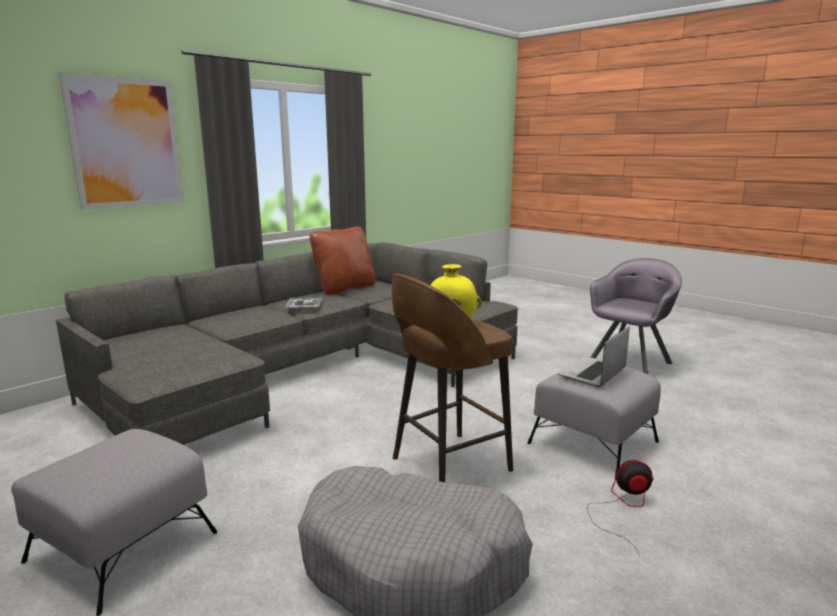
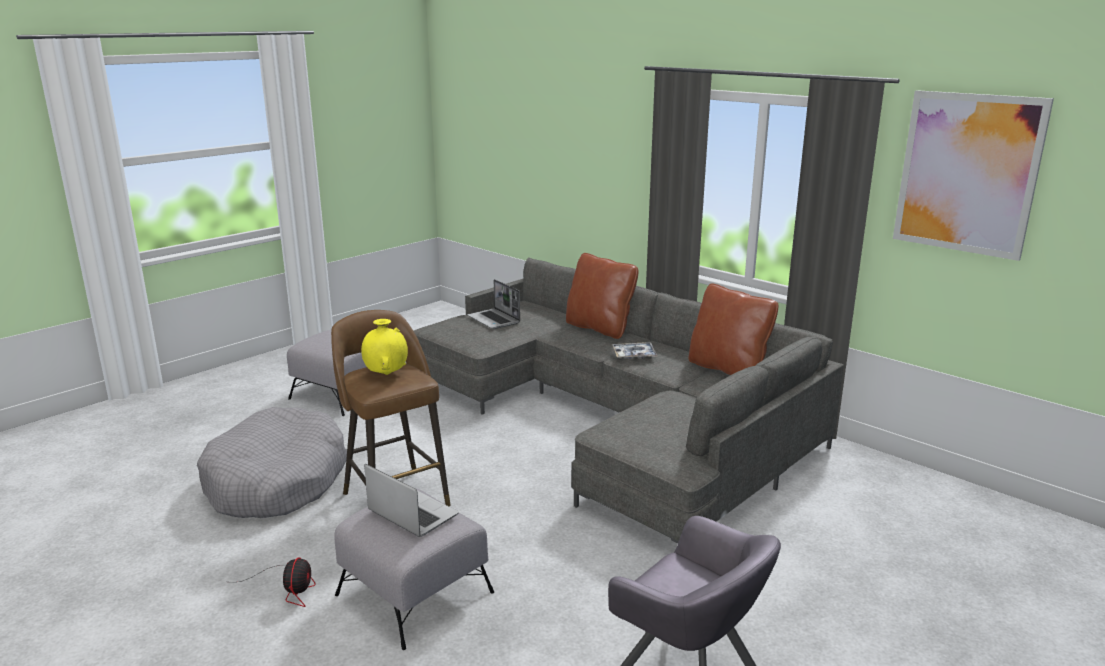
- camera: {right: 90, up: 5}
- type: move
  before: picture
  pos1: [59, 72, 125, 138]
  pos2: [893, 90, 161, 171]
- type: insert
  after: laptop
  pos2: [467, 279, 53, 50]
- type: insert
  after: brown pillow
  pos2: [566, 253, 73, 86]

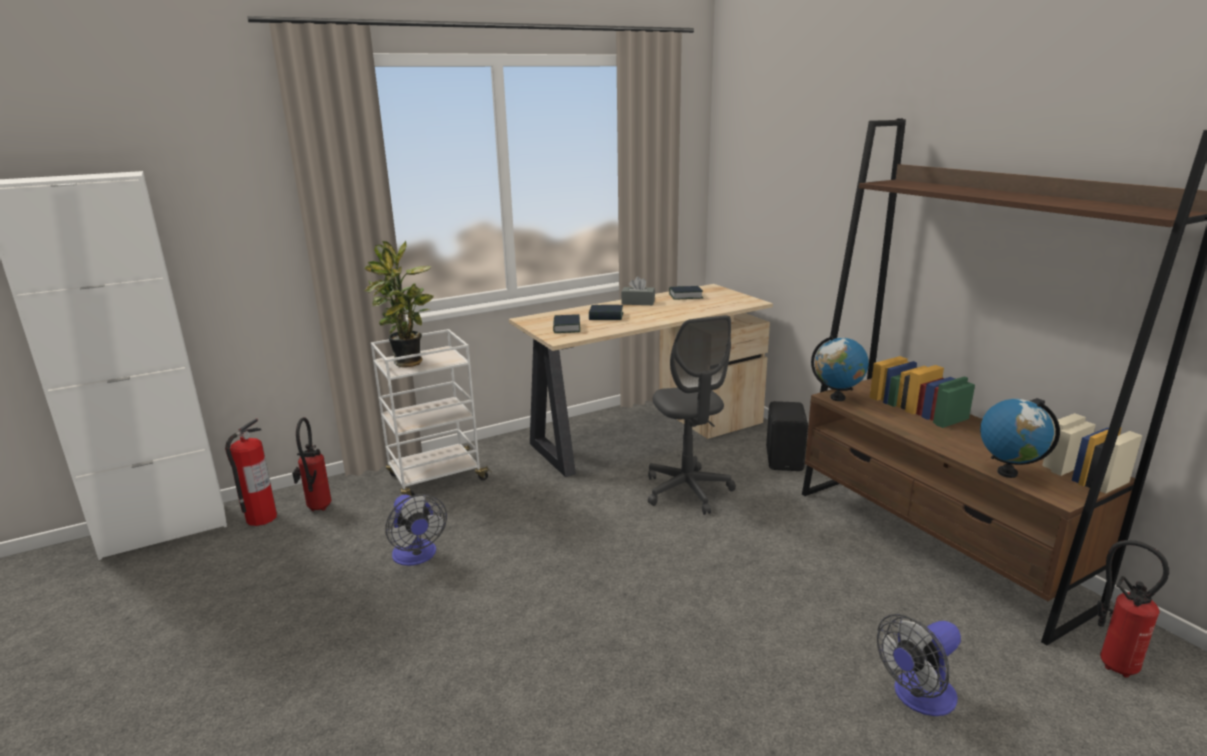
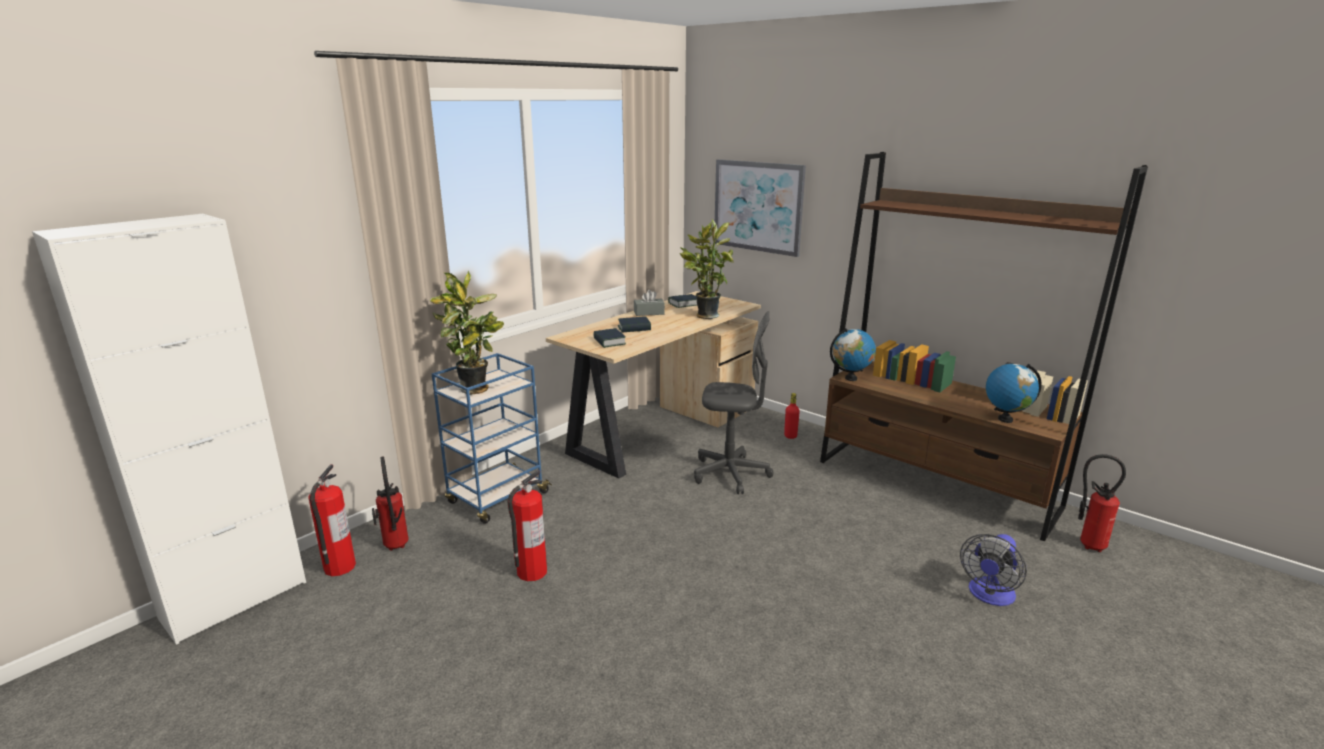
- camera: {right: -20, up: 0}
- type: recolor
  before: white cart
  after: blue cart
  pos1: [371, 329, 121, 167]
  pos2: [432, 353, 120, 171]
- type: replace
  before: fan
  after: fire extinguisher
  pos1: [385, 494, 62, 72]
  pos2: [507, 470, 40, 111]
- type: rotate
  before: grey office chair
  pos1: [648, 315, 88, 200]
  pos2: [694, 311, 79, 183]
  turn: -45
- type: replace
  before: black speaker
  after: red bottle
  pos1: [766, 401, 42, 70]
  pos2: [784, 393, 16, 46]
- type: insert
  after: potted plant
  pos2: [680, 220, 53, 99]
- type: insert
  after: picture
  pos2: [715, 159, 91, 98]

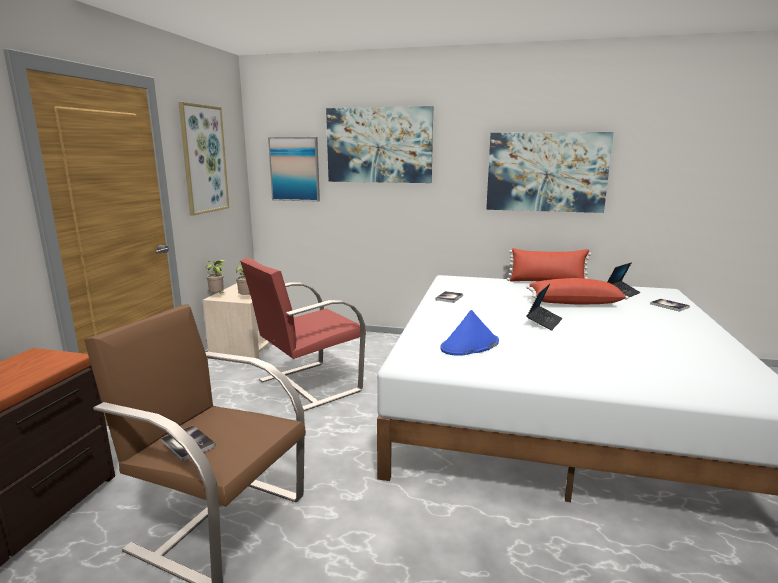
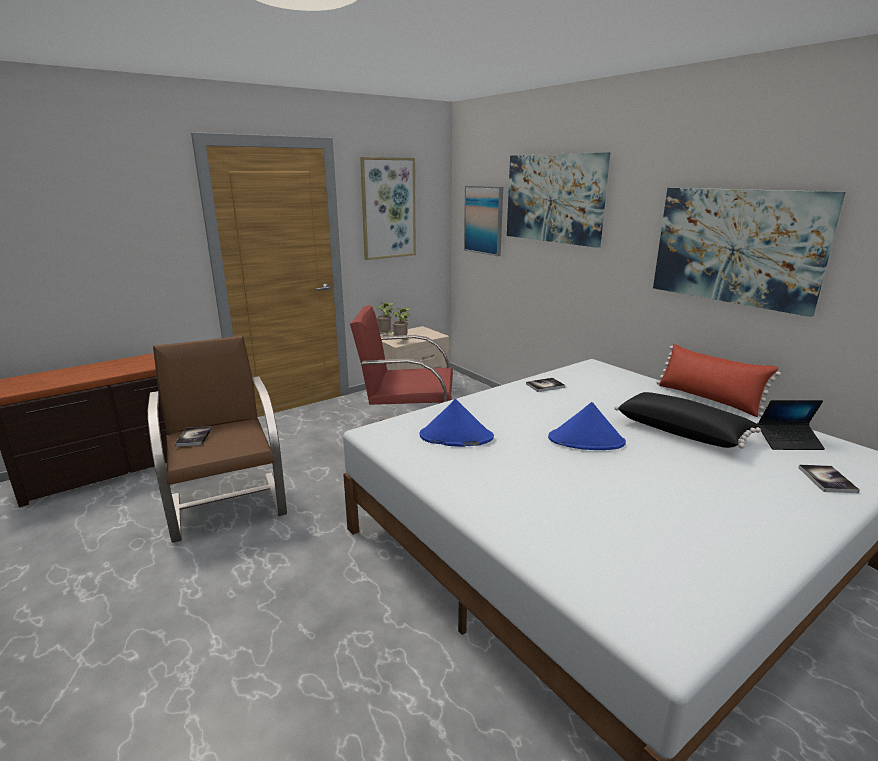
- camera: {right: 40, up: 5}
- type: recolor
  before: red pillow
  after: black pillow
  pos1: [526, 278, 103, 26]
  pos2: [615, 392, 146, 57]
- type: replace
  before: laptop
  after: blue hat
  pos1: [526, 284, 36, 47]
  pos2: [548, 402, 78, 48]

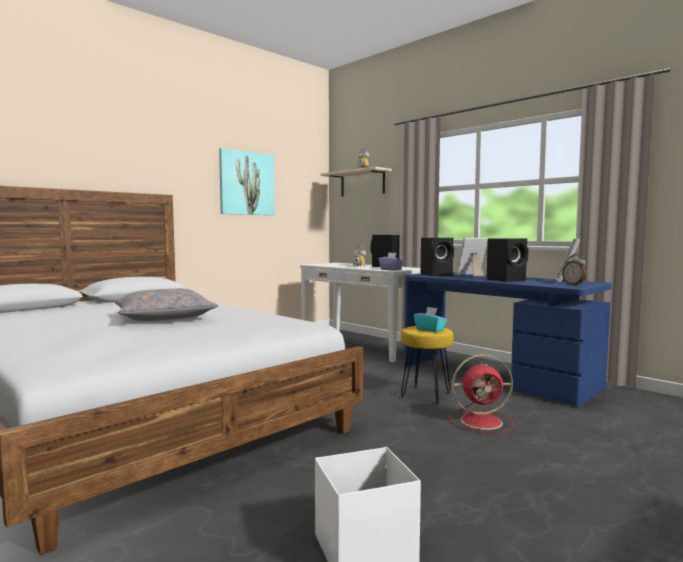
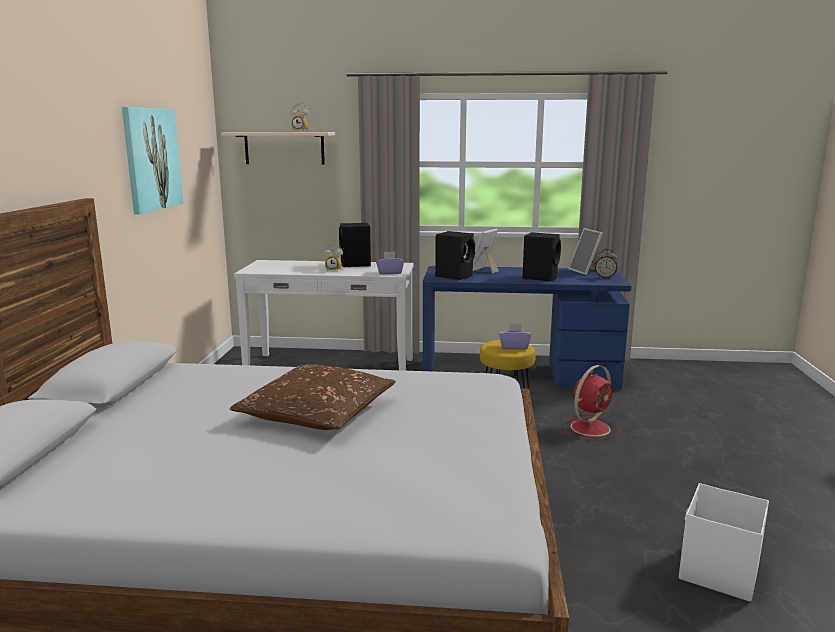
- camera: {right: -40, up: 10}
- type: recolor
  before: grey pillow
  after: brown pillow
  pos1: [114, 289, 104, 32]
  pos2: [230, 364, 165, 66]
- type: recolor
  before: turquoise tissue box
  after: purple tissue box
  pos1: [414, 307, 33, 25]
  pos2: [498, 323, 33, 27]

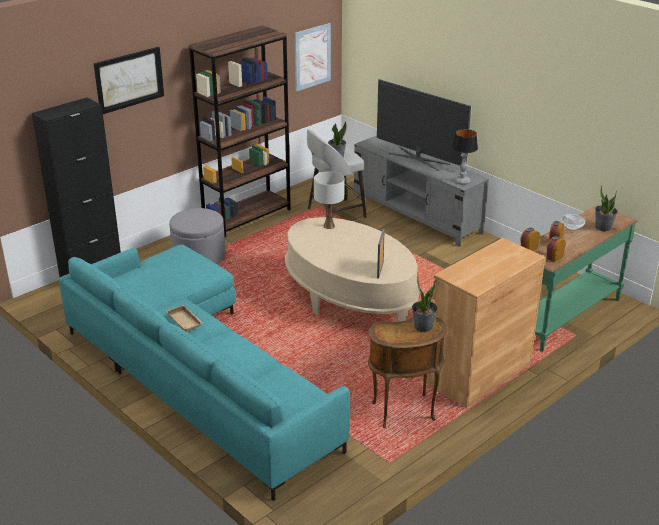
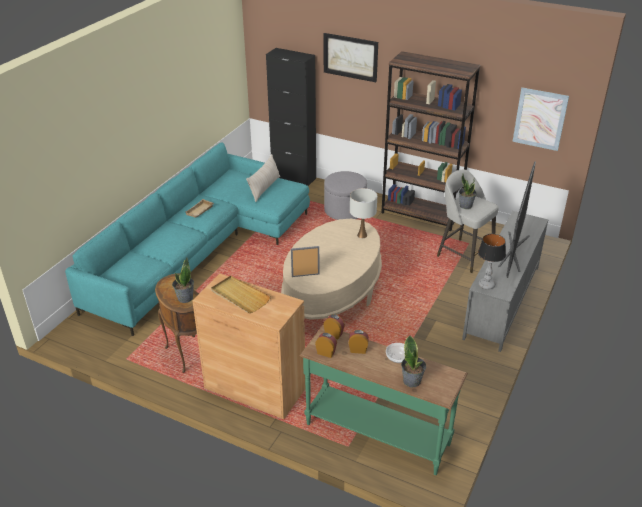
- camera: {right: 70, up: 5}
- type: insert
  after: beige tray
  pos2: [211, 276, 60, 37]
- type: insert
  after: beige pillow
  pos2: [246, 154, 34, 48]

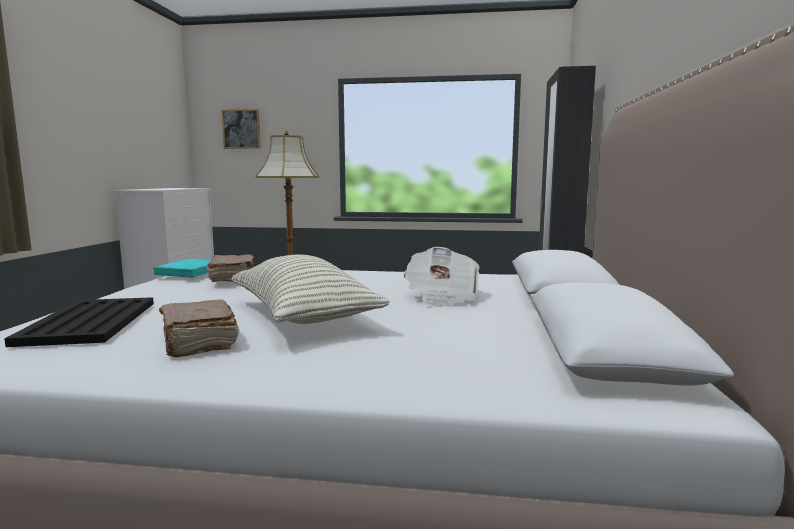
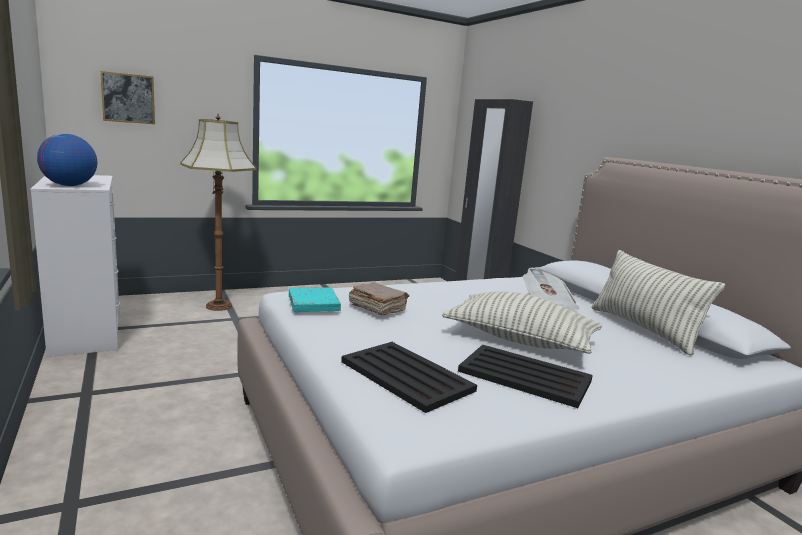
- camera: {right: -35, up: 5}
- type: replace
  before: brown book
  after: black tray
  pos1: [159, 299, 80, 58]
  pos2: [458, 345, 135, 63]
- type: insert
  after: globe
  pos2: [37, 134, 60, 52]
- type: insert
  after: pillow
  pos2: [592, 250, 133, 106]

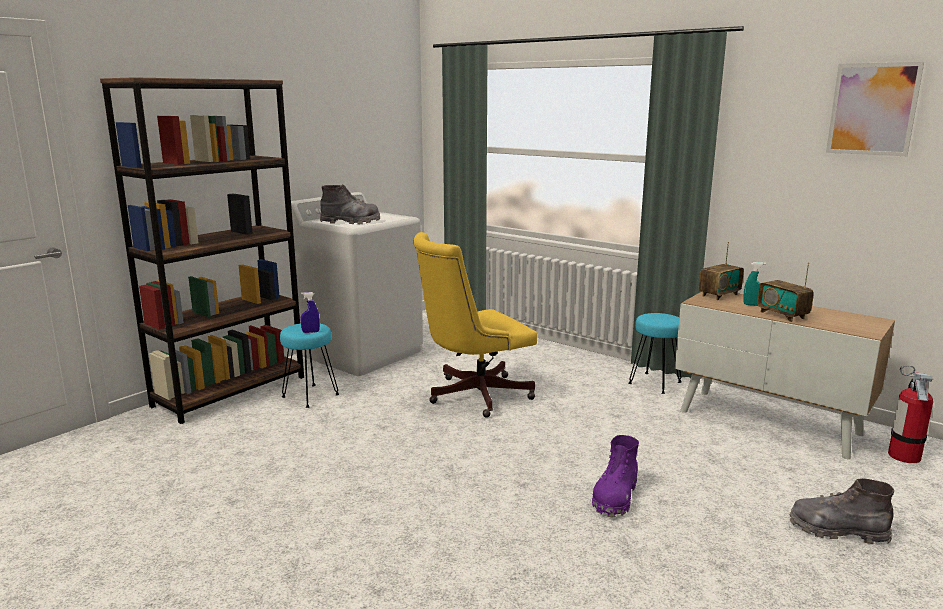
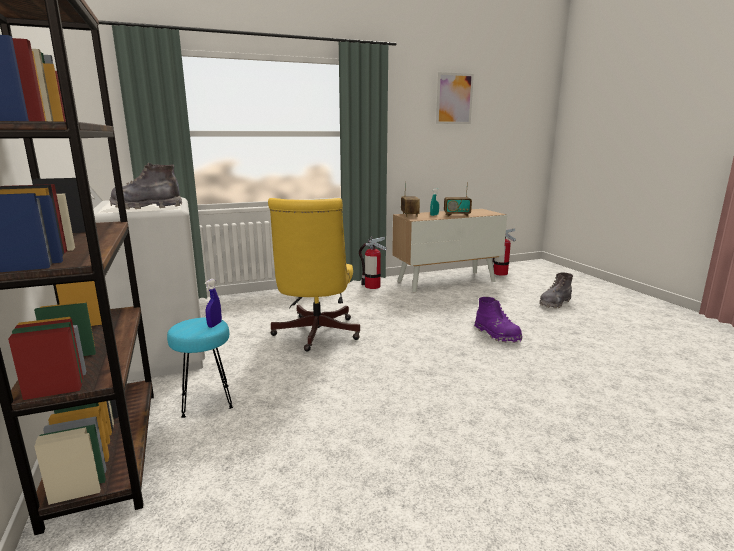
- camera: {right: -60, up: 0}
- type: rotate
  before: grey boot
  pos1: [320, 184, 60, 41]
  pos2: [109, 163, 73, 46]
  turn: -120
- type: replace
  before: turquoise stool
  after: fire extinguisher
  pos1: [629, 313, 52, 81]
  pos2: [359, 236, 28, 53]

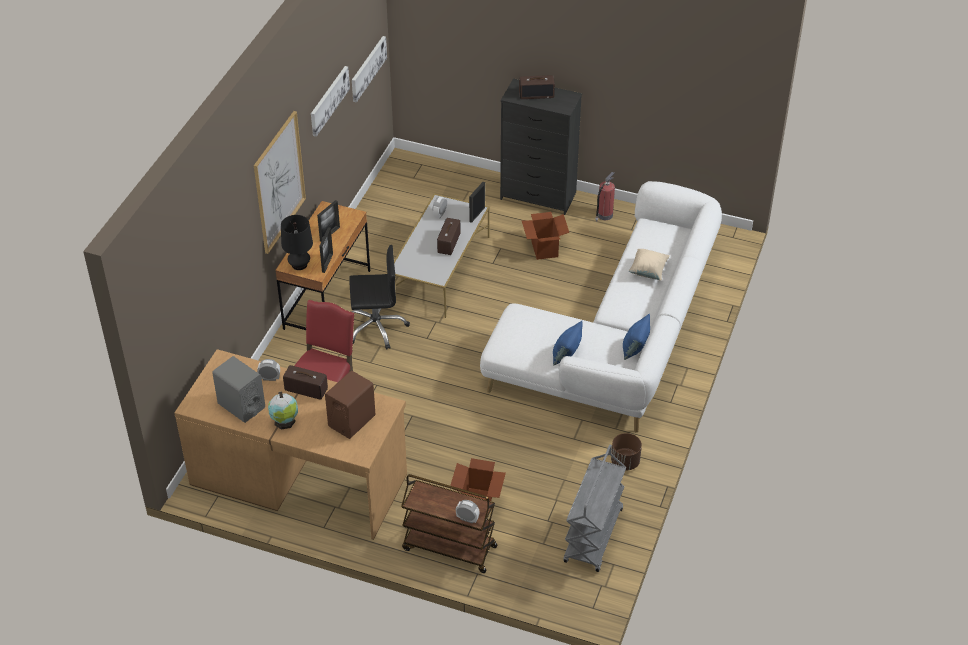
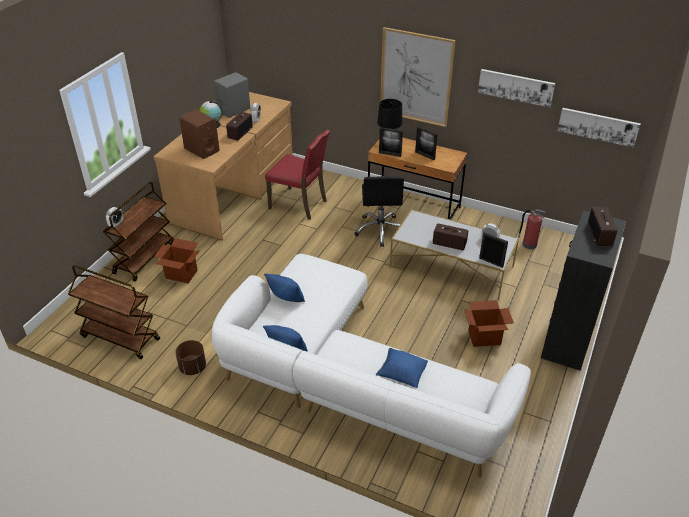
- camera: {right: 95, up: -5}
- type: recolor
  before: grey cart
  after: brown cart
  pos1: [563, 445, 63, 127]
  pos2: [68, 265, 92, 94]
- type: move
  before: fire extinguisher
  pos1: [595, 172, 20, 50]
  pos2: [518, 209, 27, 40]
- type: recolor
  before: beige pillow
  after: blue pillow
  pos1: [629, 249, 41, 32]
  pos2: [376, 348, 52, 40]

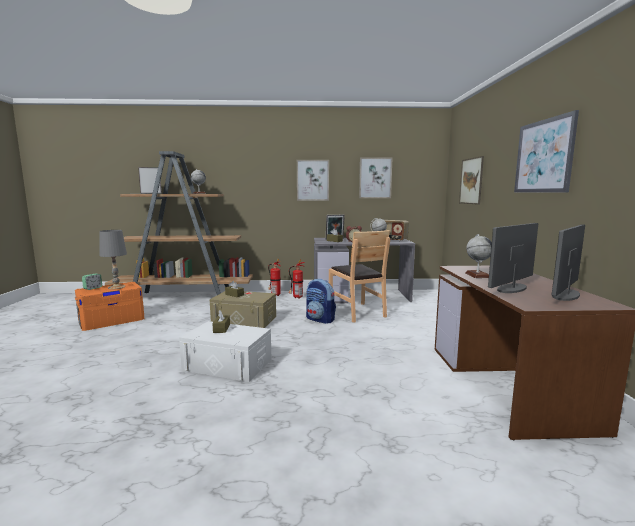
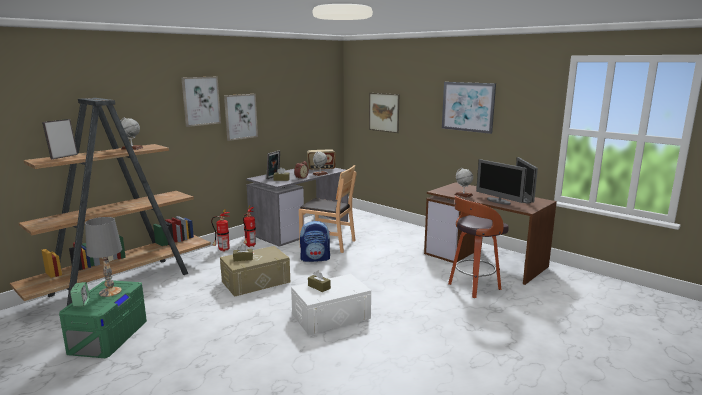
- camera: {right: -45, up: 5}
- type: recolor
  before: orange storage box
  after: green storage box
  pos1: [75, 282, 69, 49]
  pos2: [59, 280, 88, 78]
- type: move
  before: picture
  pos1: [359, 158, 33, 40]
  pos2: [181, 77, 40, 50]
- type: rotate
  before: monitor
  pos1: [488, 223, 50, 70]
  pos2: [476, 159, 51, 46]
  turn: -45
- type: insert
  after: stool
  pos2: [448, 196, 61, 102]

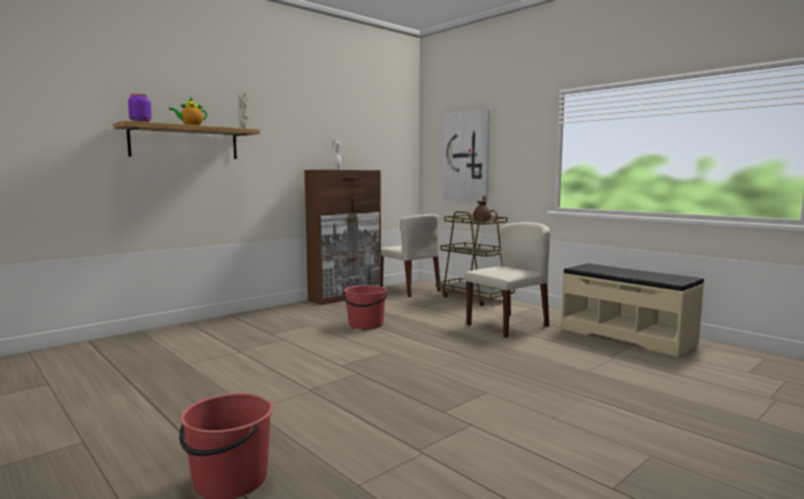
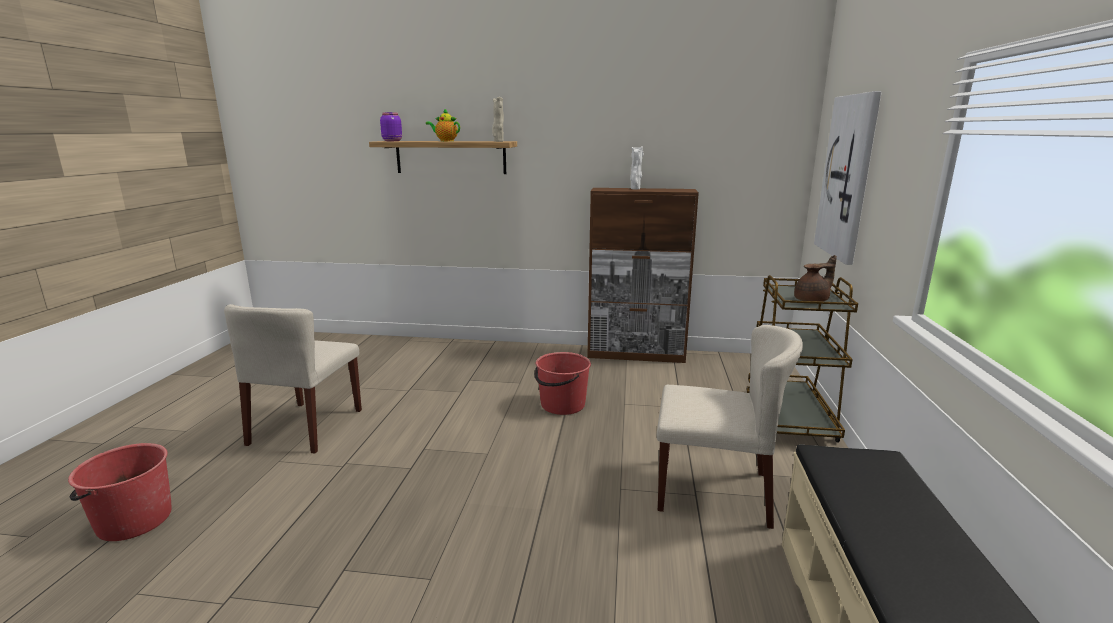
- camera: {right: 50, up: 10}
- type: move
  before: beige chair
  pos1: [381, 214, 60, 83]
  pos2: [224, 304, 138, 150]

